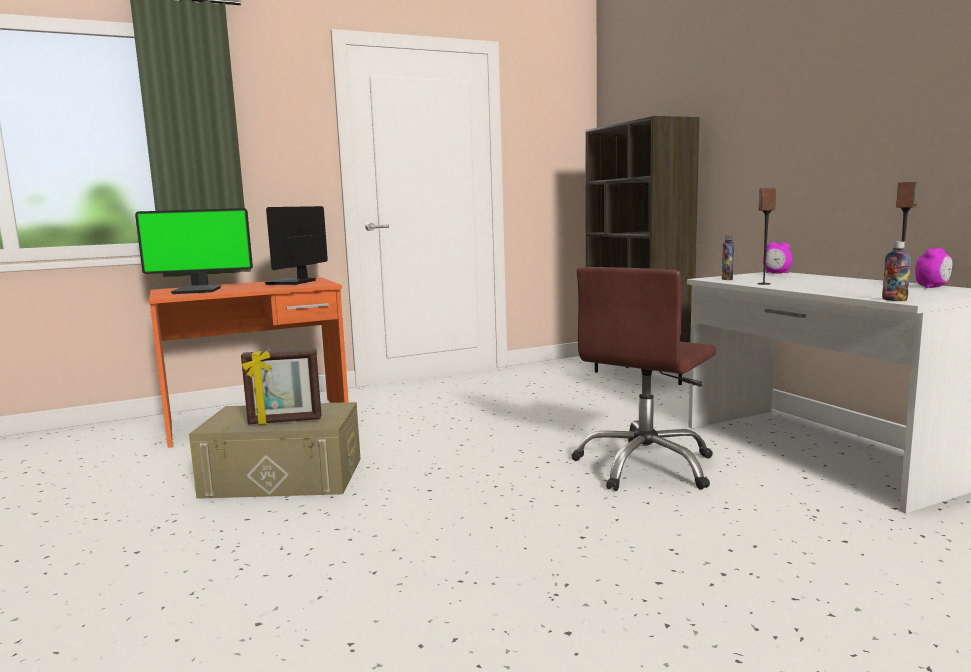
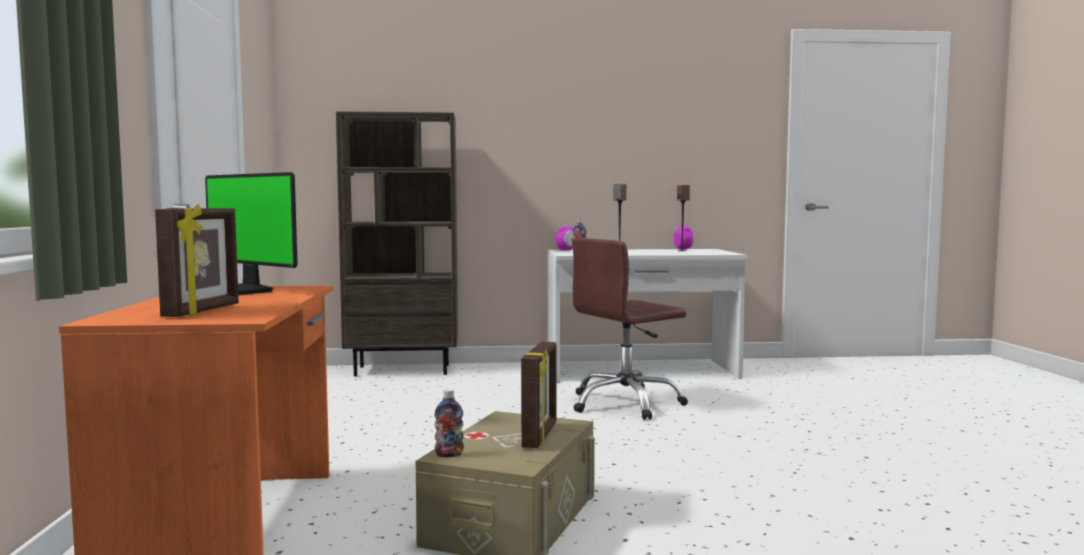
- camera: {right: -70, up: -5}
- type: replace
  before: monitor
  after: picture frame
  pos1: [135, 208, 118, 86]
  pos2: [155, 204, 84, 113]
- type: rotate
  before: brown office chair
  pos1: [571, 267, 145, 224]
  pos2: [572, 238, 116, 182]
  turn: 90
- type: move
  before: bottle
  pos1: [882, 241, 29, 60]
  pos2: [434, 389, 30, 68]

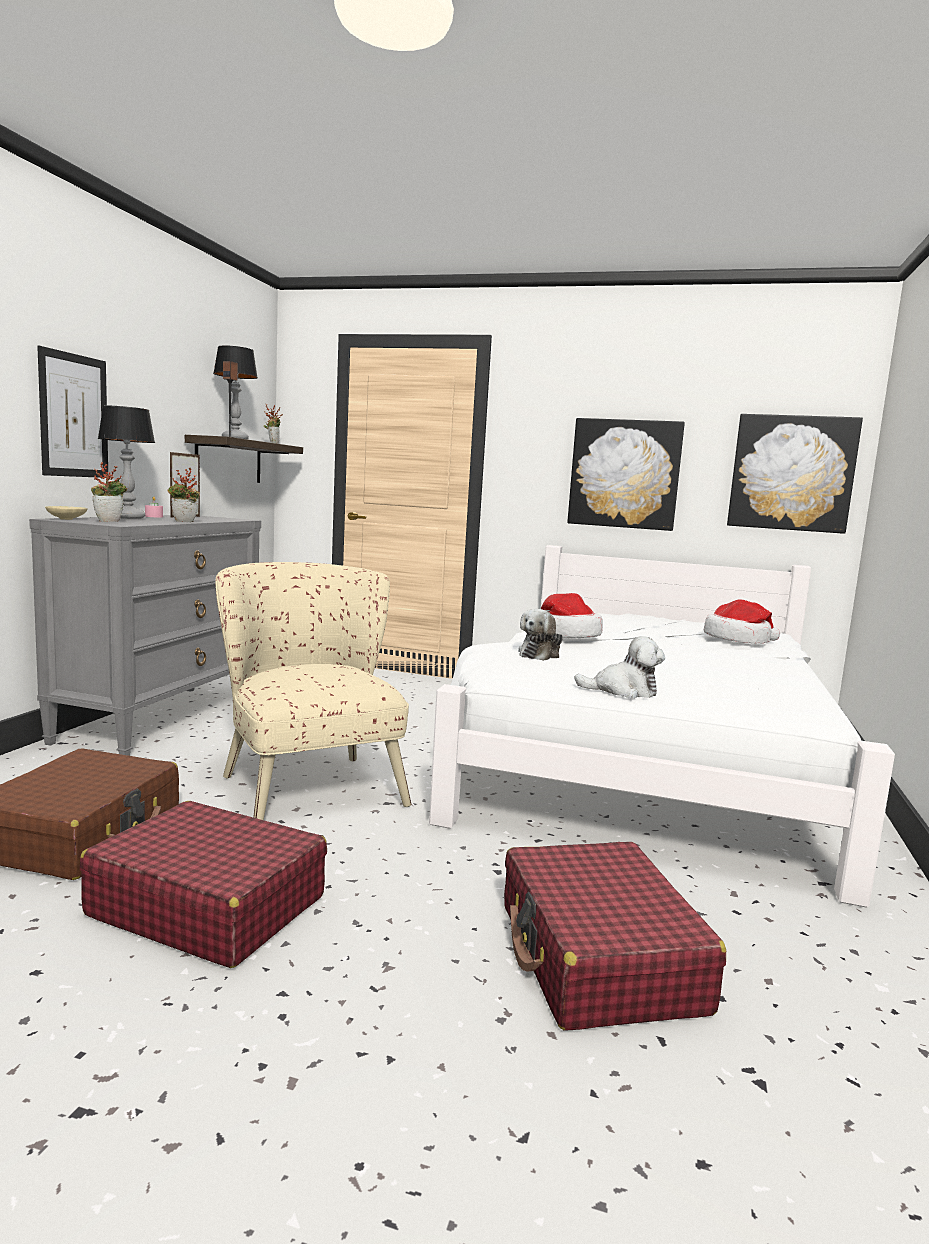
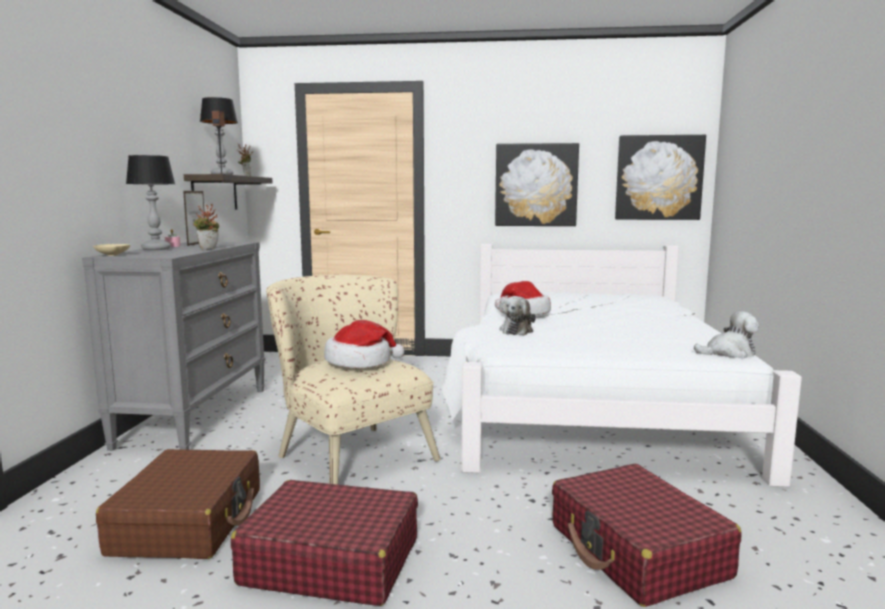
- camera: {right: -10, up: 0}
- type: delete
  before: picture
  pos1: [37, 346, 71, 132]
- type: delete
  before: potted plant
  pos1: [91, 462, 36, 60]
- type: move
  before: plush toy
  pos1: [574, 636, 91, 62]
  pos2: [694, 311, 65, 47]
- type: move
  before: hat
  pos1: [704, 599, 76, 45]
  pos2: [324, 320, 80, 48]

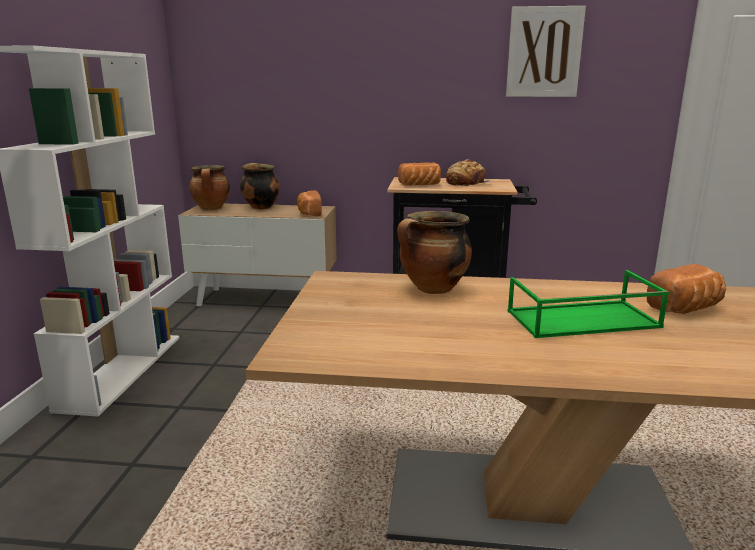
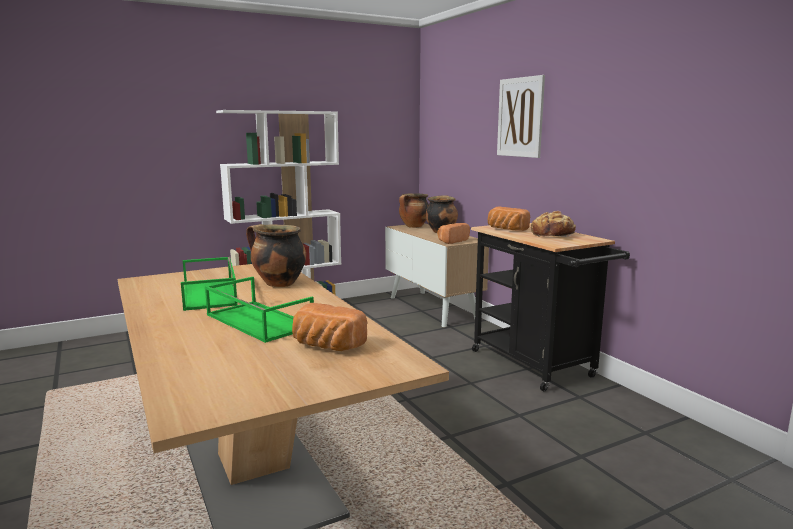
- camera: {right: 55, up: -5}
- type: move
  before: picture
  pos1: [506, 6, 80, 91]
  pos2: [497, 75, 48, 83]
- type: insert
  after: green tray
  pos2: [181, 257, 57, 54]

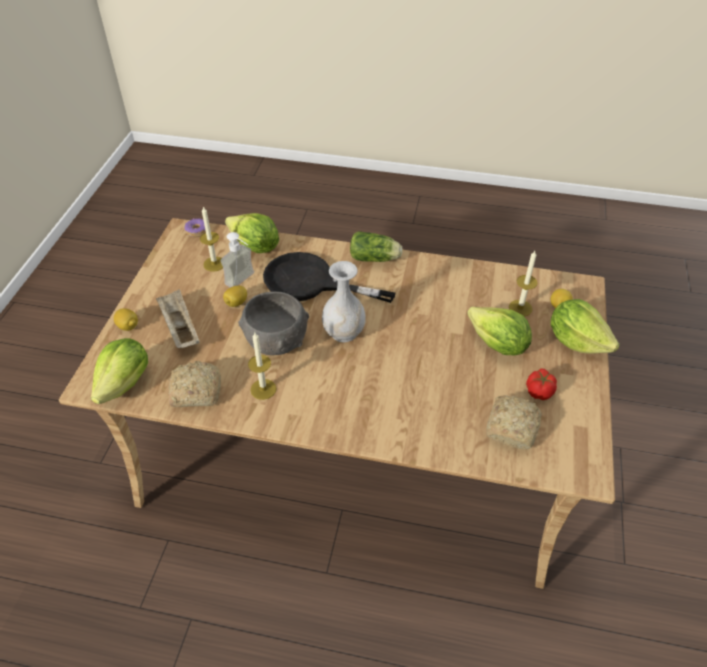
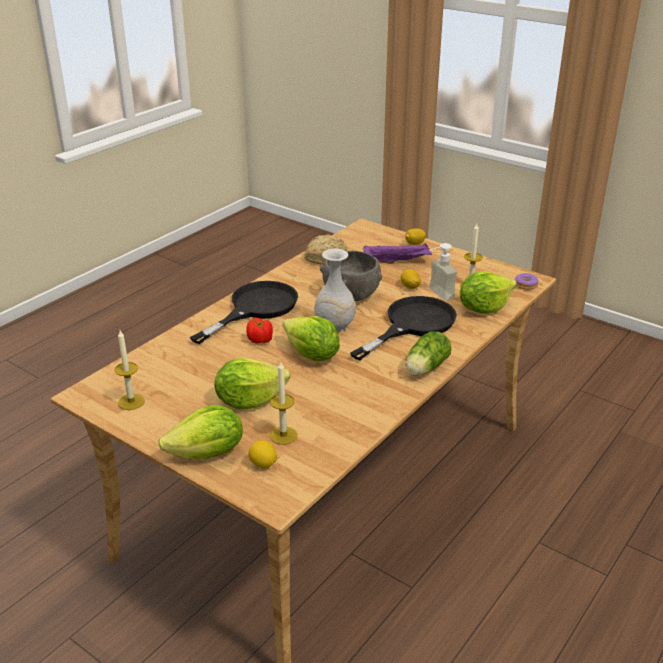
- camera: {right: 115, up: -15}
- type: move
  before: lettuce
  pos1: [91, 338, 57, 66]
  pos2: [282, 316, 58, 45]
- type: recolor
  before: beige tray
  after: purple tray
  pos1: [156, 289, 44, 59]
  pos2: [363, 243, 69, 21]
- type: move
  before: candle
  pos1: [248, 333, 29, 67]
  pos2: [115, 330, 30, 80]
- type: delete
  before: bread
  pos1: [486, 395, 56, 54]
- type: move
  before: tomato
  pos1: [526, 368, 31, 32]
  pos2: [246, 318, 27, 26]
- type: insert
  after: black frying pan
  pos2: [190, 281, 108, 63]

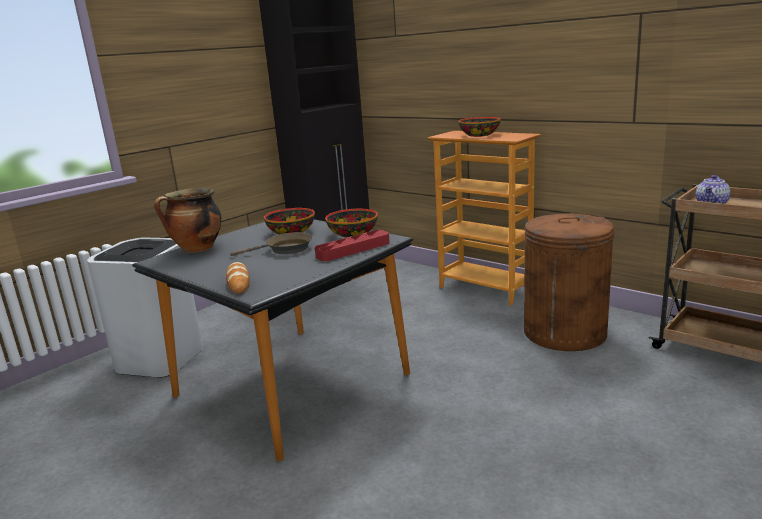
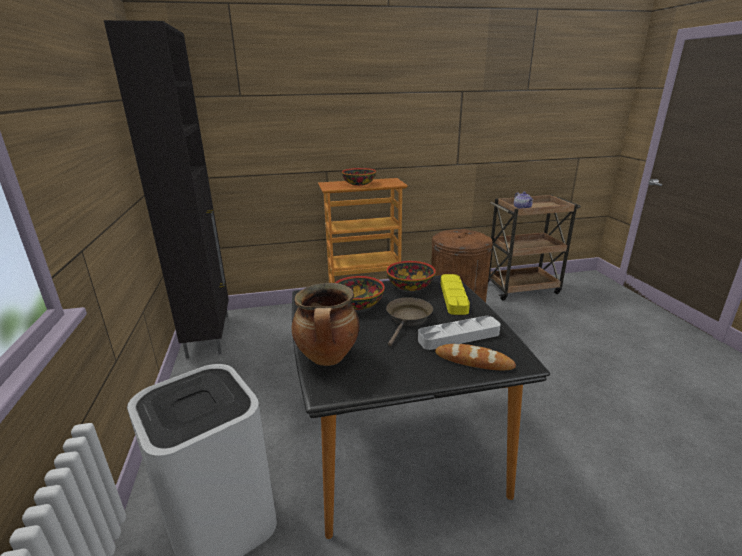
- camera: {right: -55, up: 5}
- type: recolor
  before: red tray
  after: yellow tray
  pos1: [315, 230, 75, 31]
  pos2: [441, 274, 29, 41]
- type: insert
  after: grey tray
  pos2: [418, 316, 82, 34]

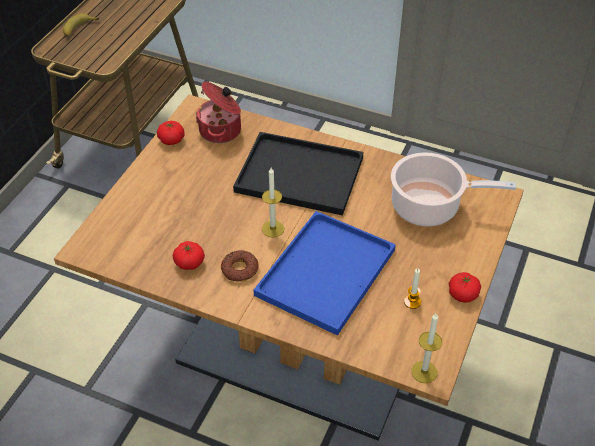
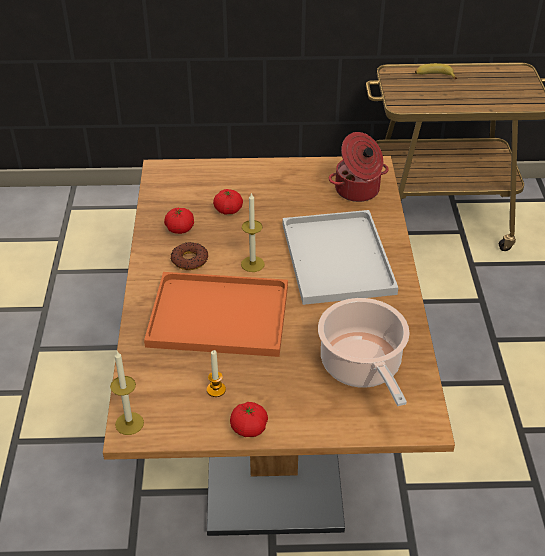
- camera: {right: 65, up: -5}
- type: move
  before: tomato
  pos1: [157, 121, 28, 24]
  pos2: [213, 189, 30, 26]
- type: recolor
  before: black tray
  after: white tray
  pos1: [233, 132, 130, 84]
  pos2: [283, 210, 115, 95]
- type: recolor
  before: blue tray
  after: orange tray
  pos1: [254, 211, 142, 125]
  pos2: [144, 272, 144, 85]

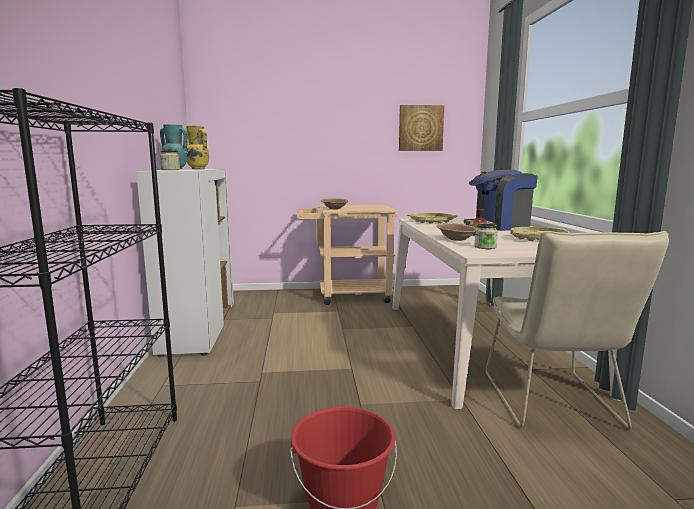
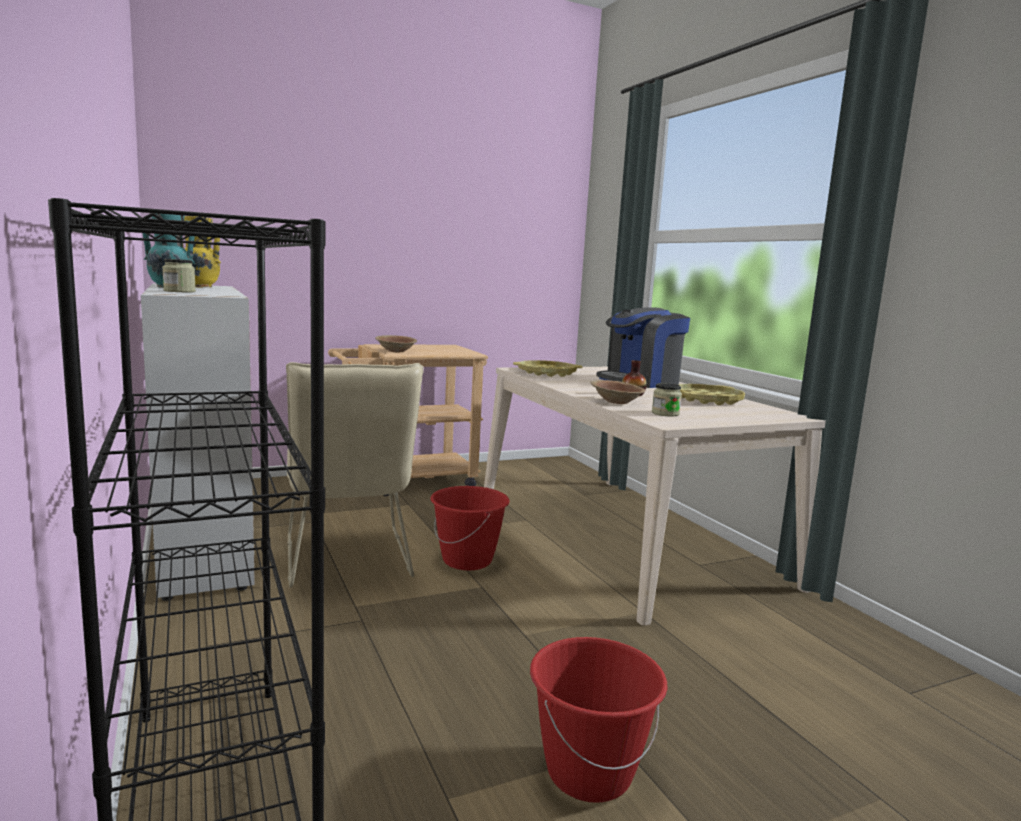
- camera: {right: -20, up: 0}
- type: delete
  before: picture
  pos1: [399, 105, 45, 46]
- type: move
  before: beige chair
  pos1: [486, 231, 183, 198]
  pos2: [286, 362, 138, 226]
- type: insert
  after: red bucket
  pos2: [430, 486, 80, 84]

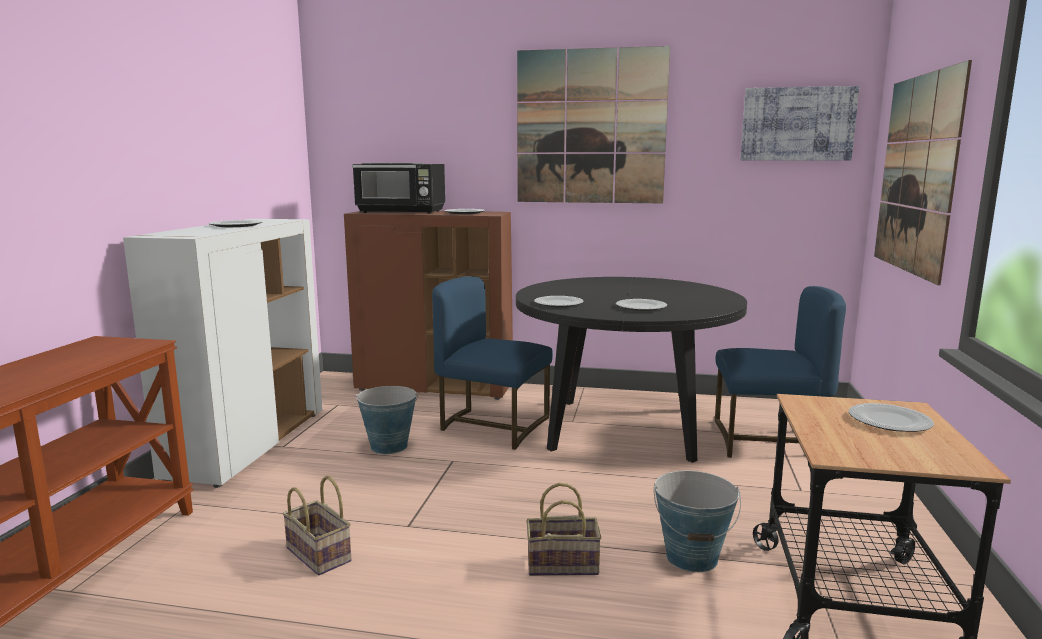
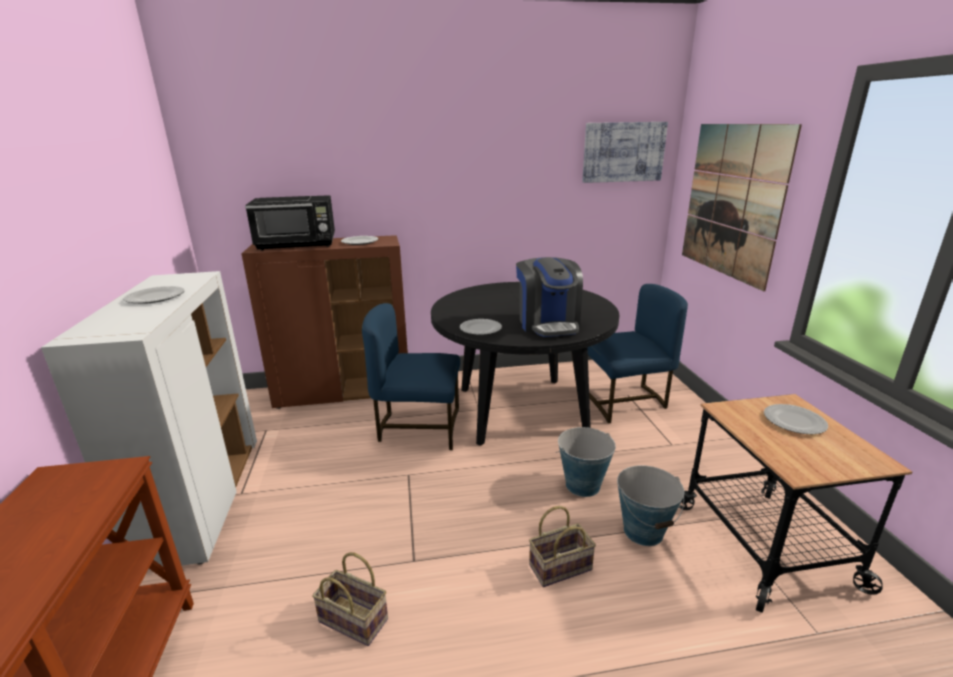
- camera: {right: -20, up: 10}
- type: move
  before: bucket
  pos1: [356, 386, 62, 68]
  pos2: [556, 427, 60, 70]
- type: delete
  before: picture
  pos1: [517, 46, 153, 157]
- type: replace
  before: plate
  after: coffee machine
  pos1: [616, 299, 51, 12]
  pos2: [516, 257, 67, 80]

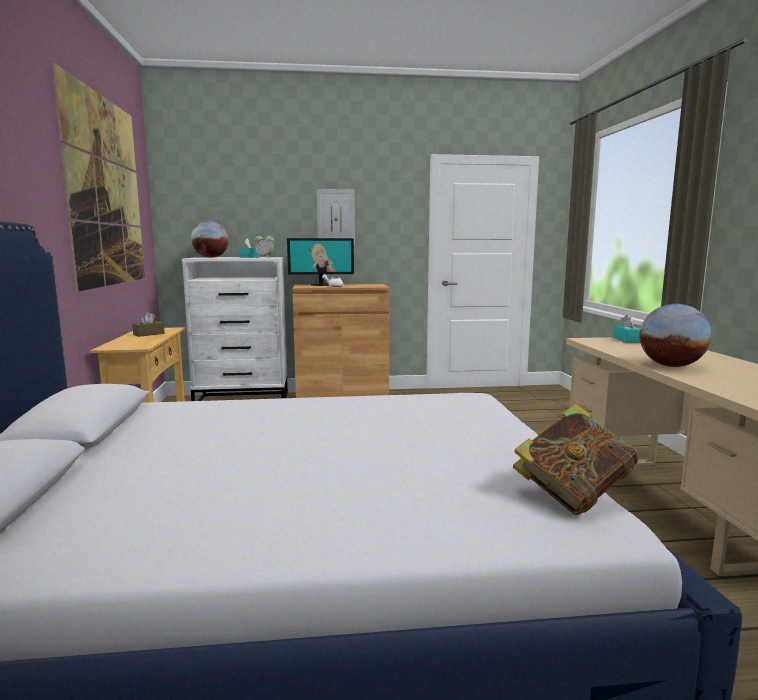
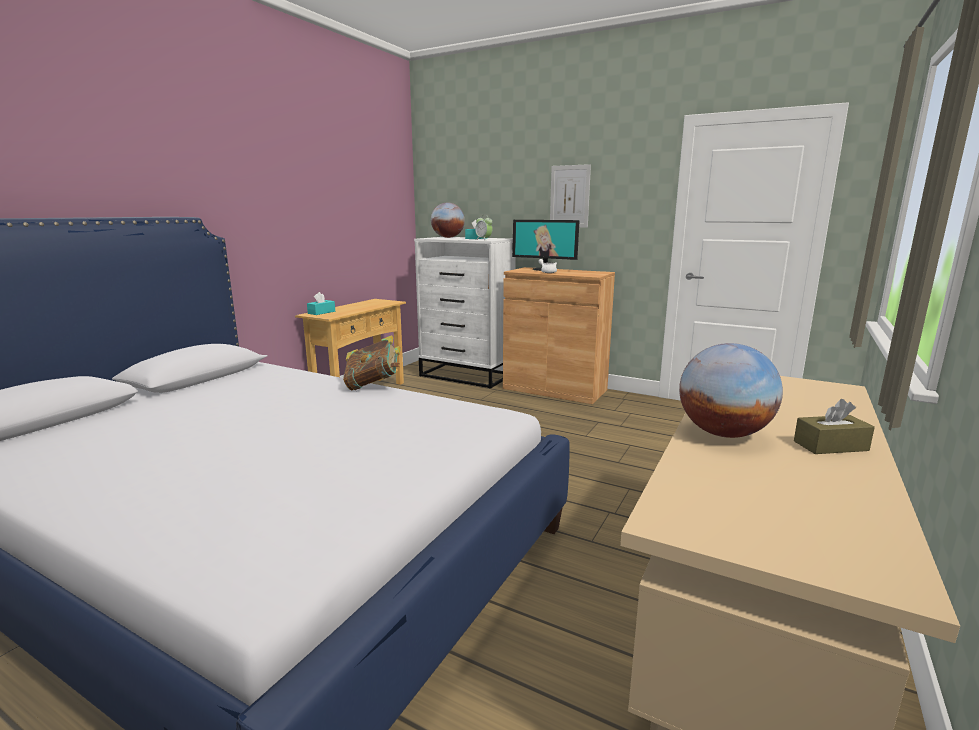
- camera: {right: 35, up: 5}
- type: delete
  before: picture
  pos1: [51, 63, 94, 229]
- type: move
  before: brown tissue box
  pos1: [132, 312, 33, 25]
  pos2: [794, 399, 81, 55]
- type: move
  before: book
  pos1: [513, 404, 125, 111]
  pos2: [343, 335, 57, 56]
- type: move
  before: turquoise tissue box
  pos1: [613, 315, 27, 28]
  pos2: [307, 292, 28, 23]

